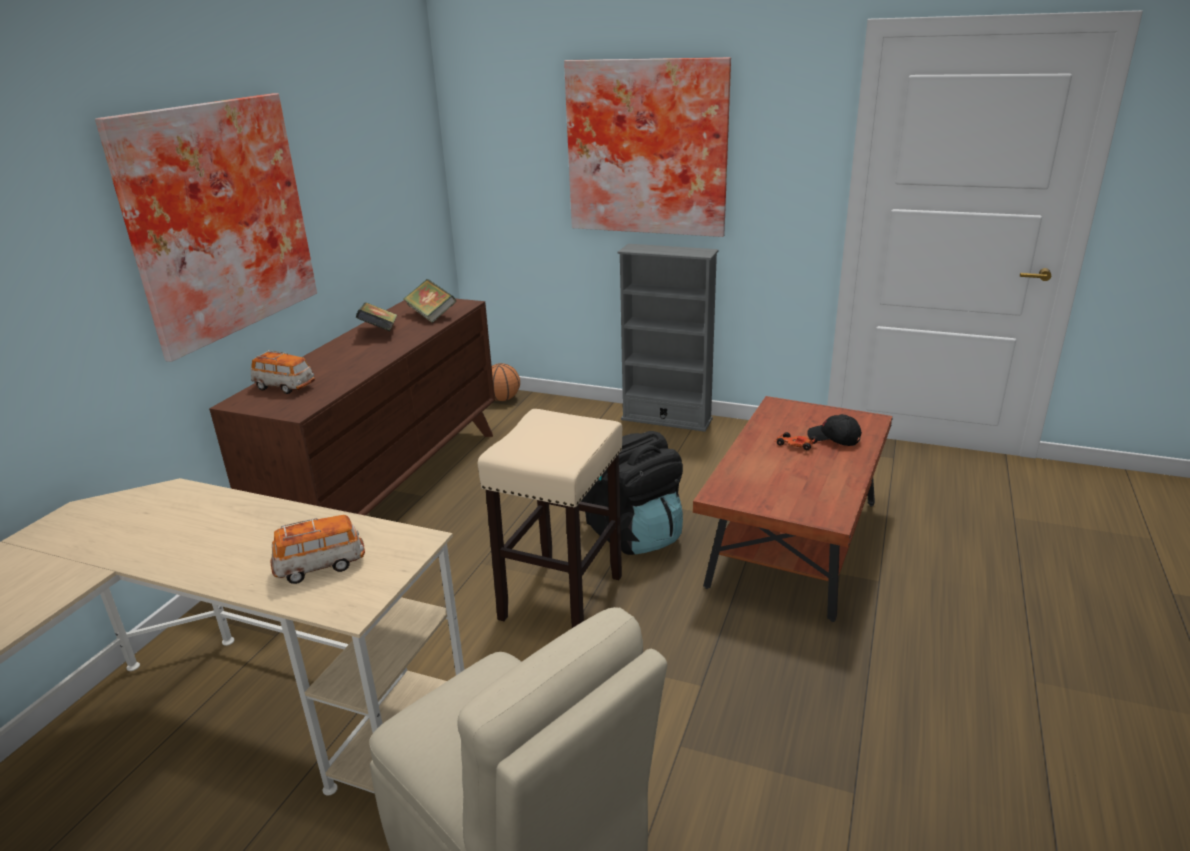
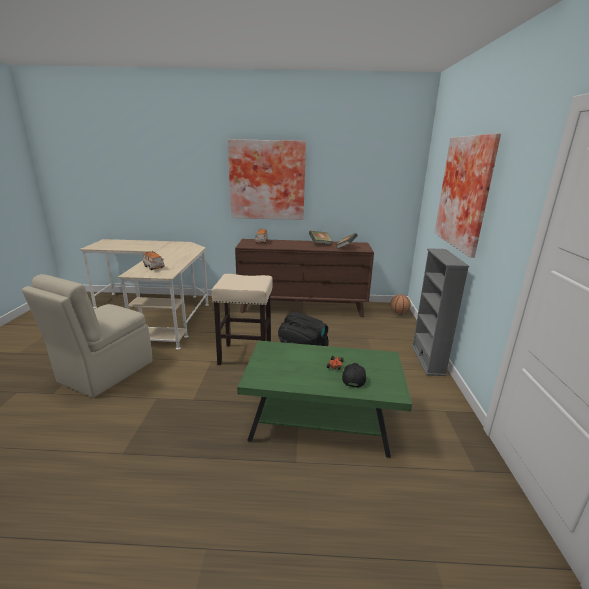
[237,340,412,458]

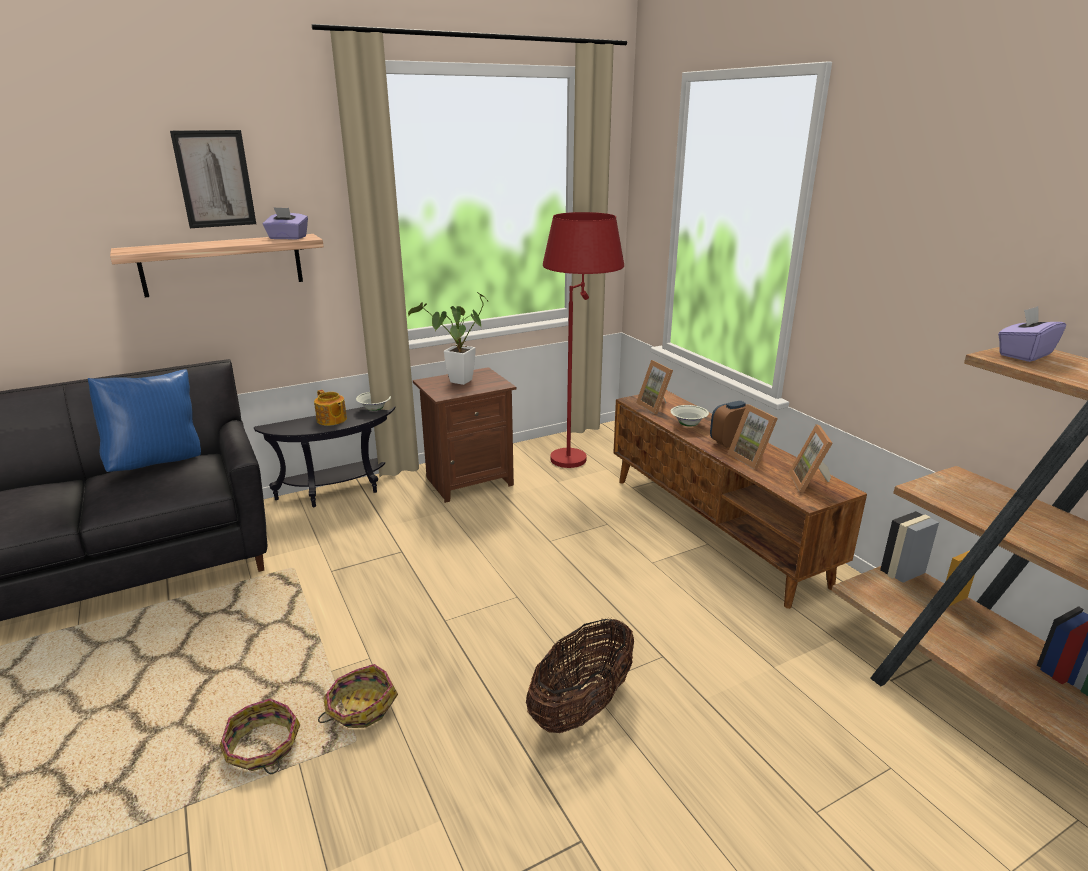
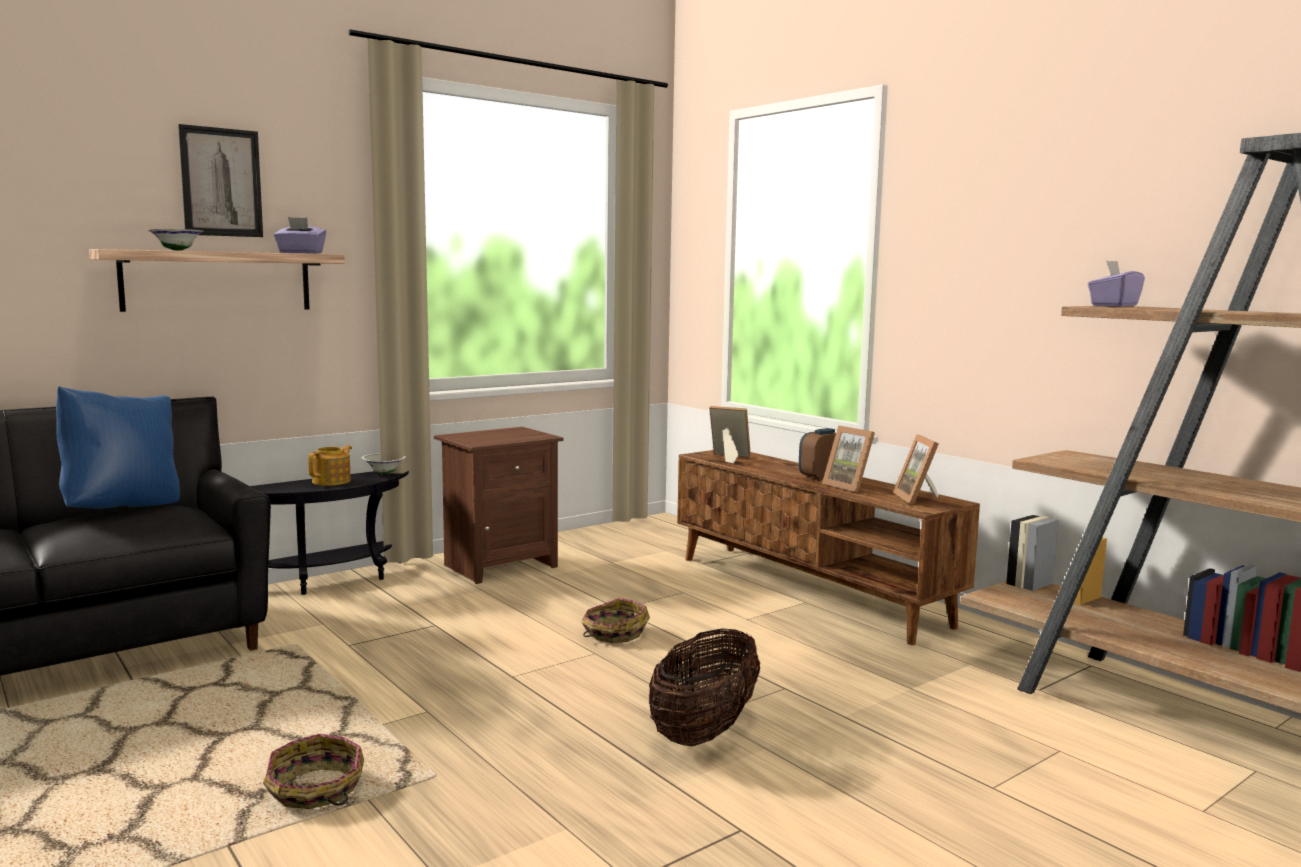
[408,292,488,385] (first image)
[543,212,624,468] (first image)
[581,598,650,643]
[148,229,203,251]
[308,445,352,486]
[709,406,751,463]

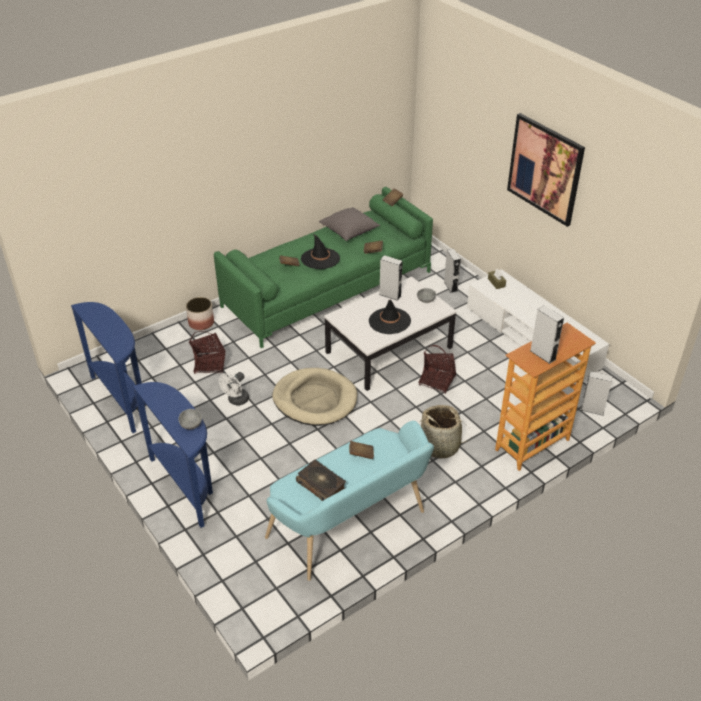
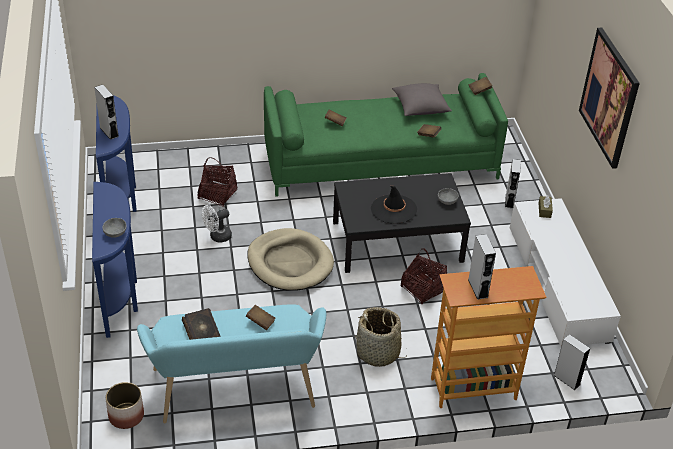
[301,233,340,269] (first image)
[105,382,144,429]
[94,85,119,140]
[333,173,471,273]

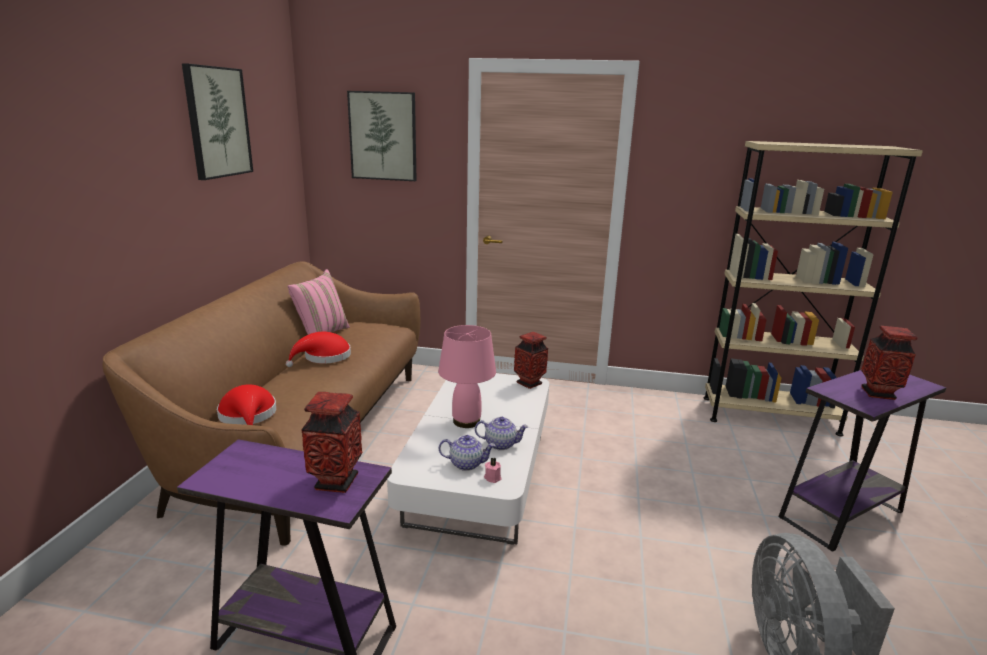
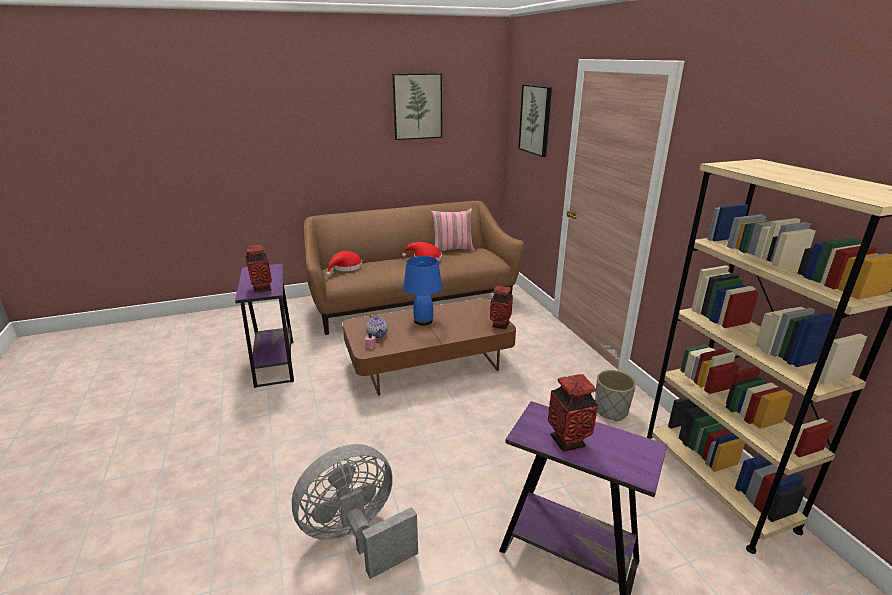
[475,417,529,450] (first image)
[595,370,636,421]
[343,298,516,396]
[403,256,442,326]

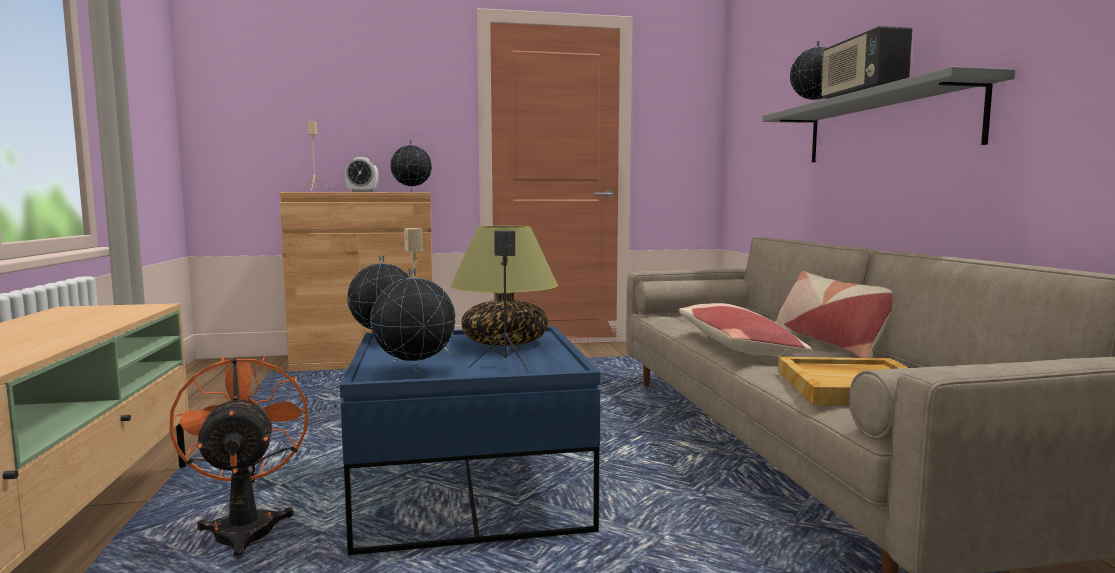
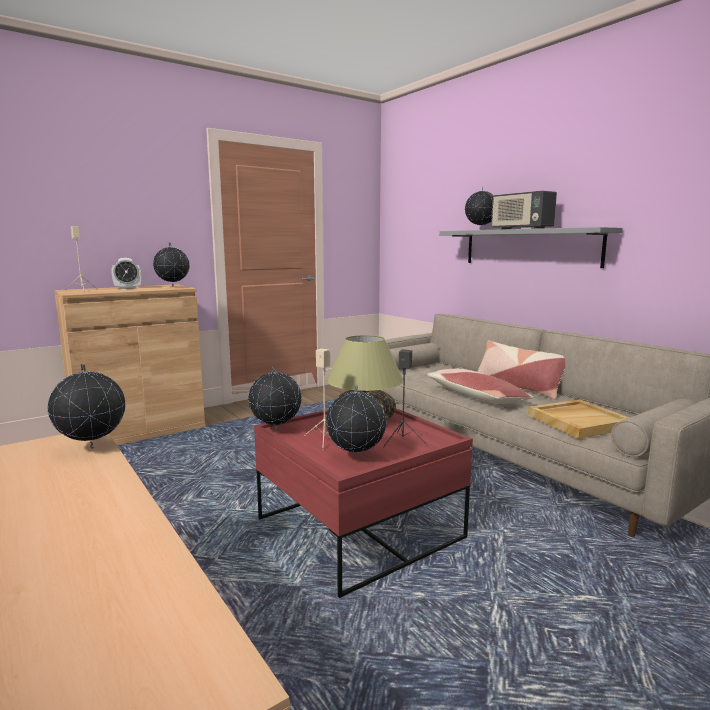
[169,356,308,559] (first image)
[47,364,126,449]
[254,408,473,598]

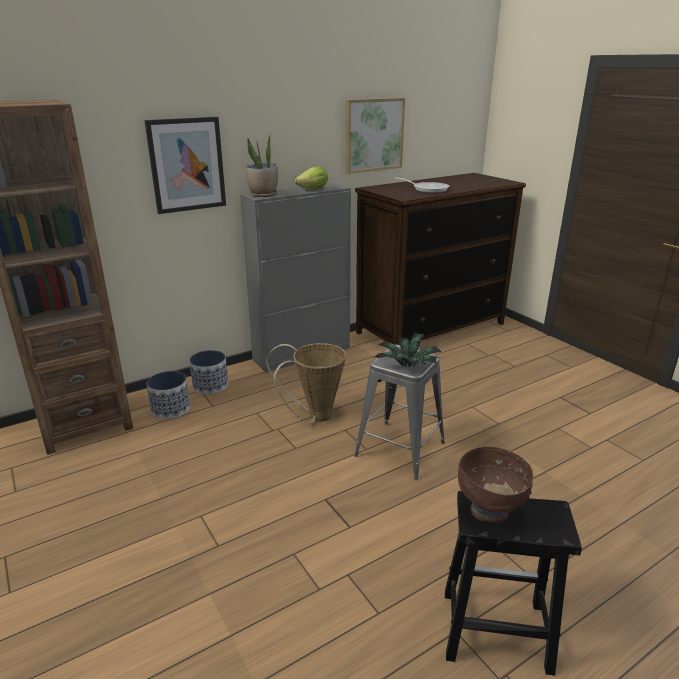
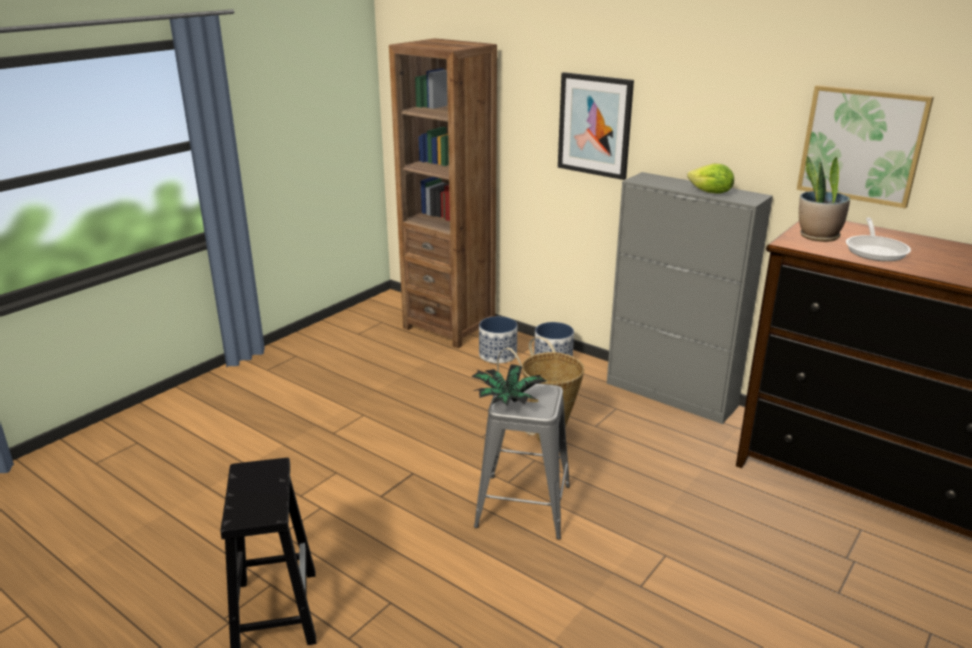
[458,447,533,523] (first image)
[799,156,850,242]

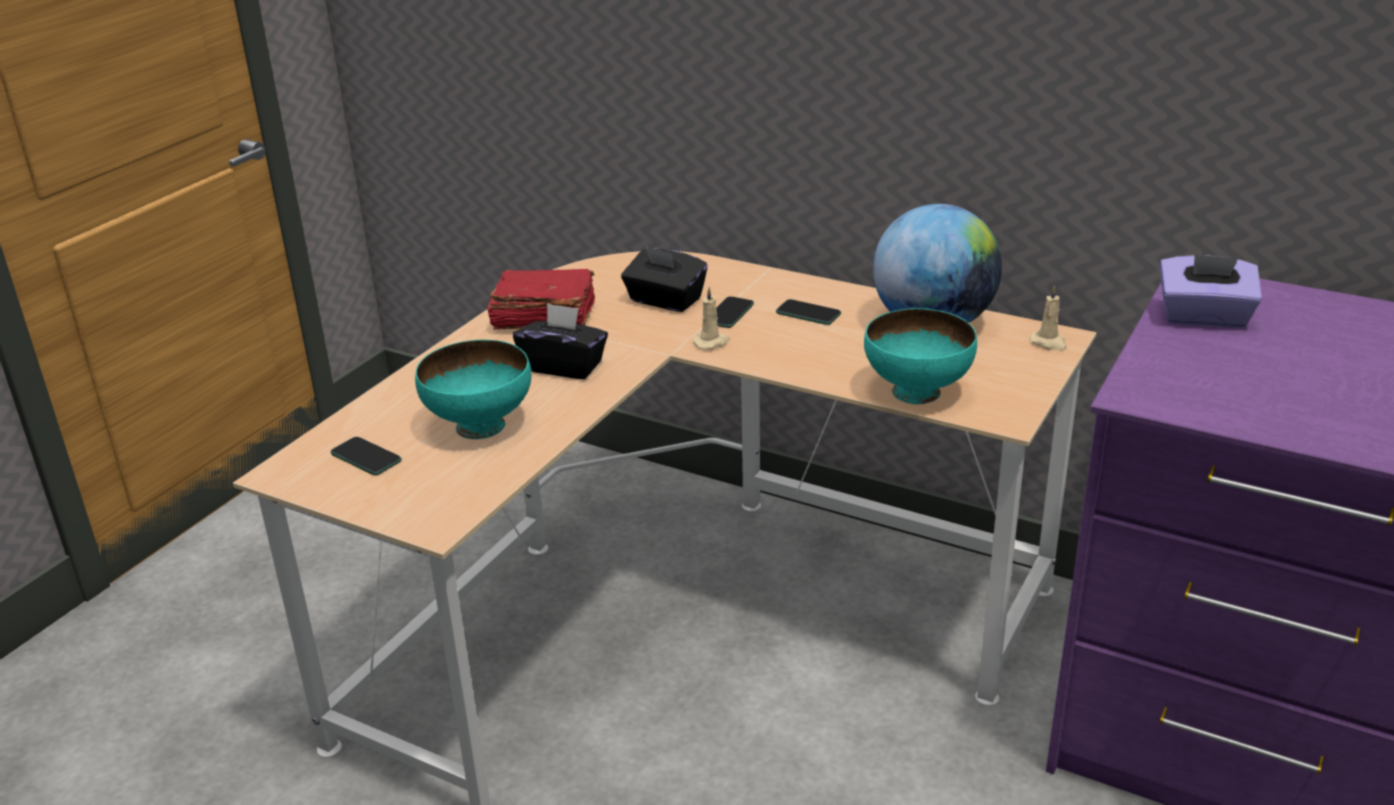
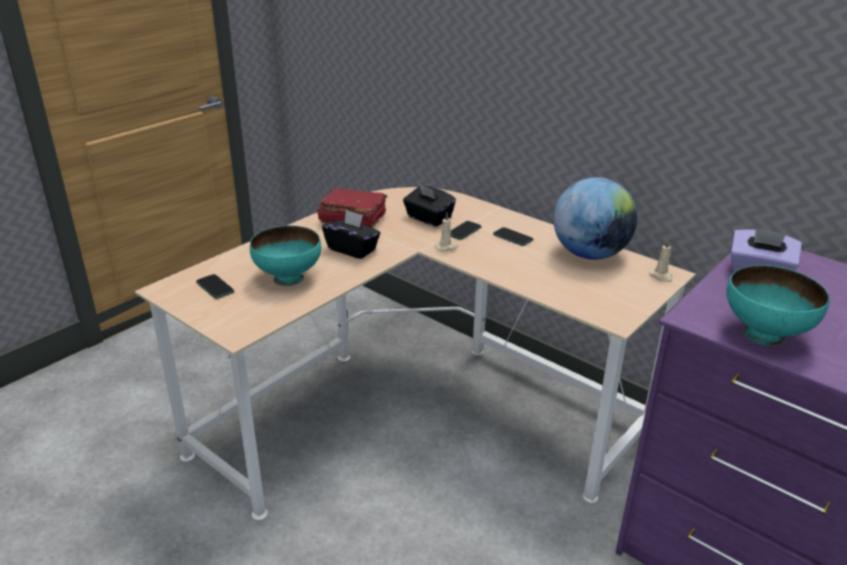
[726,265,829,346]

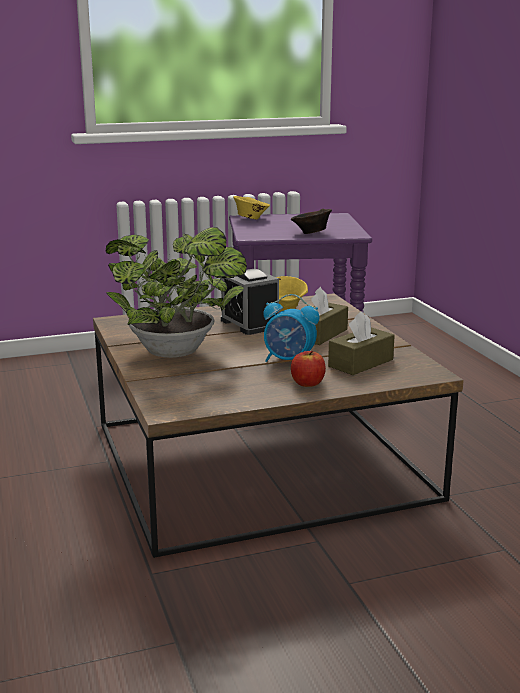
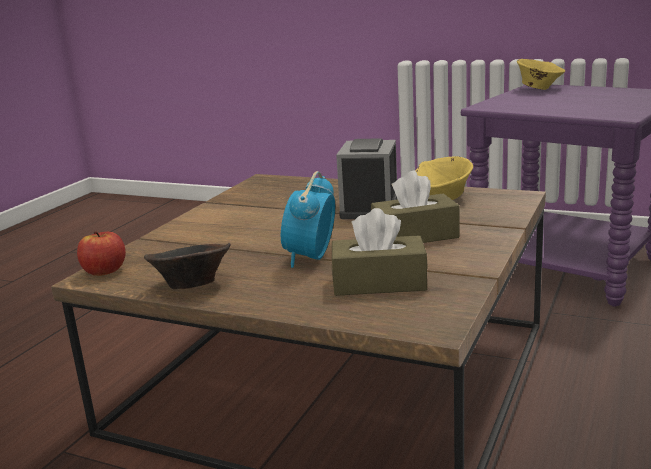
[106,227,247,358] (first image)
[144,243,231,290]
[77,231,126,276]
[281,171,335,268]

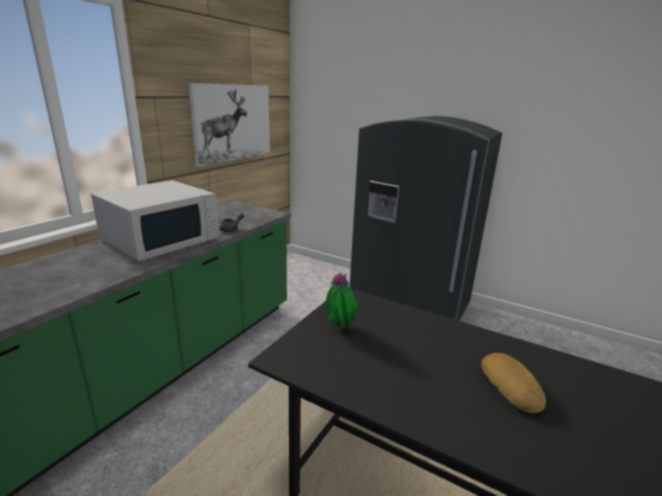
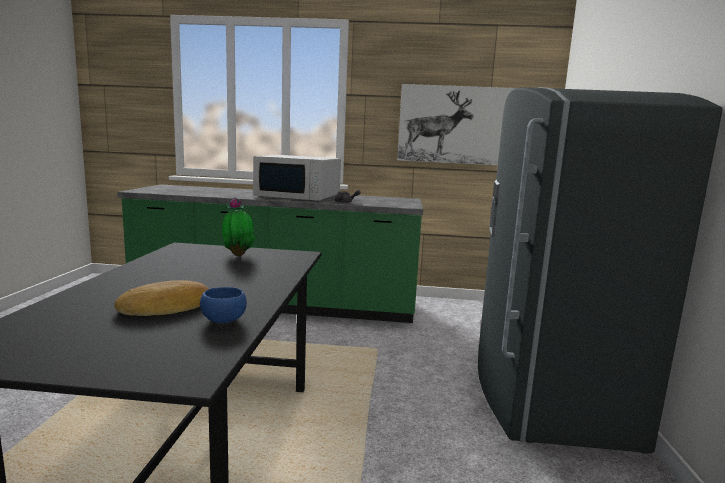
[200,287,247,323]

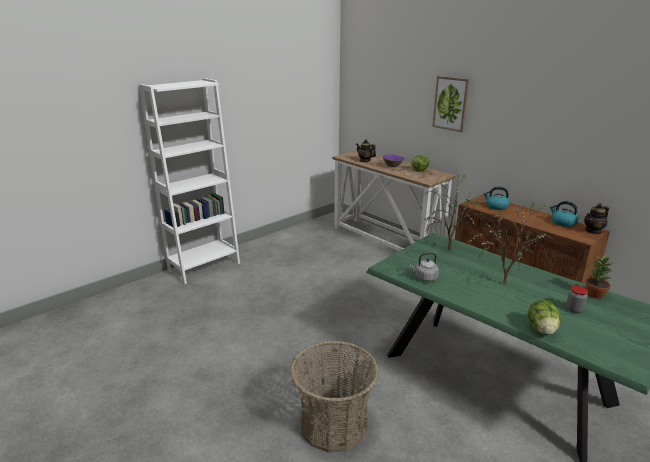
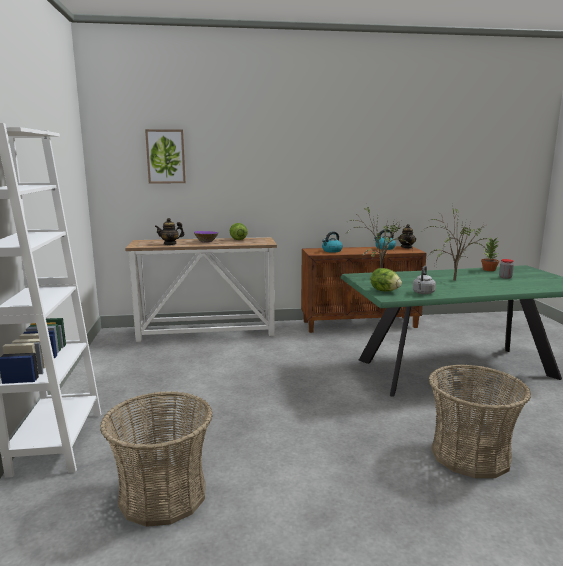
[100,391,213,527]
[145,129,186,184]
[371,268,402,291]

